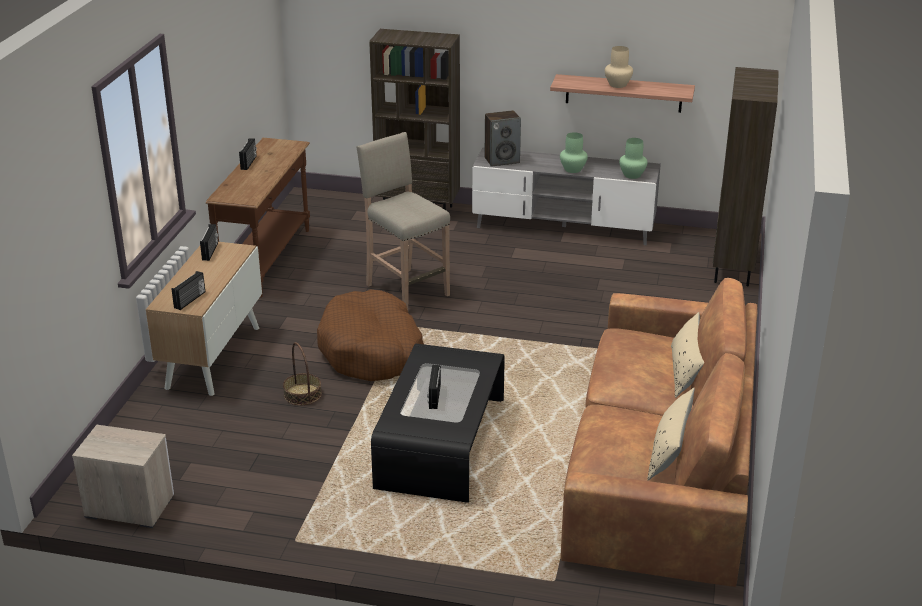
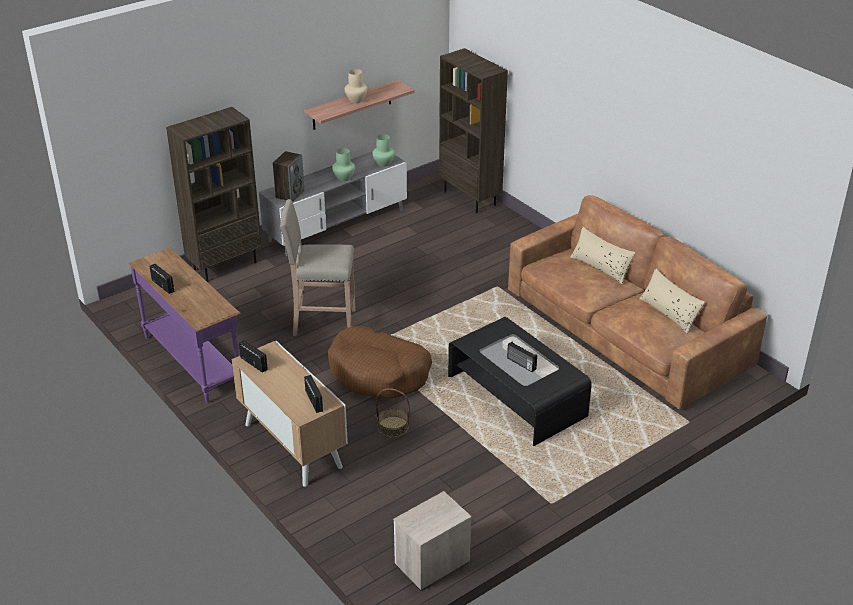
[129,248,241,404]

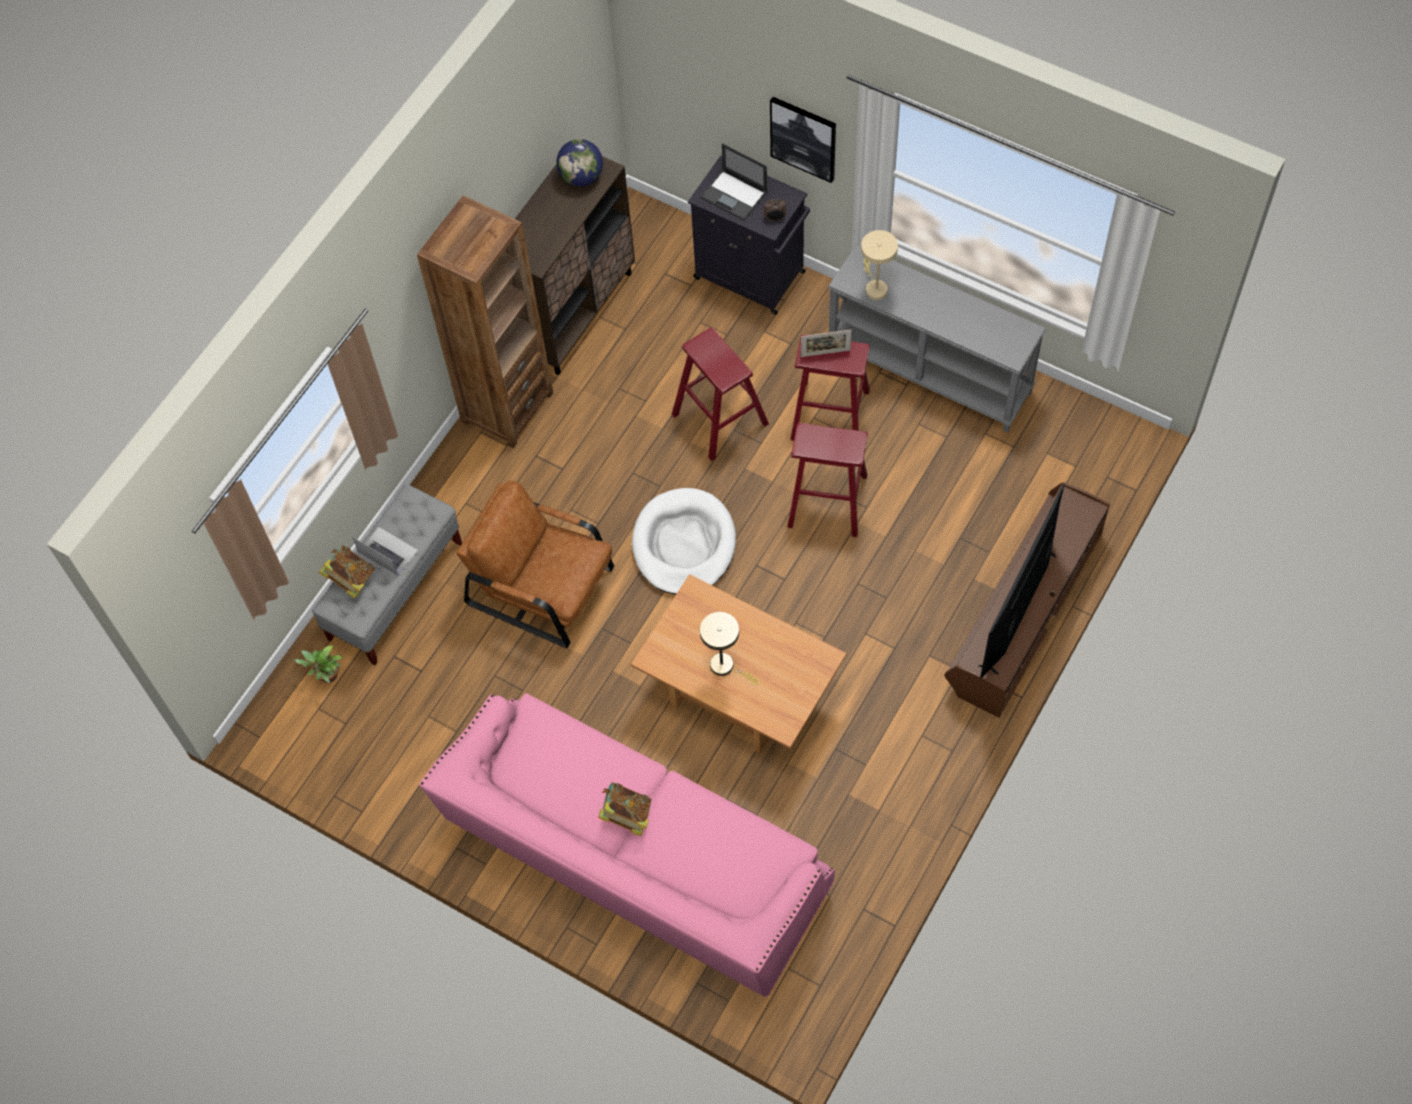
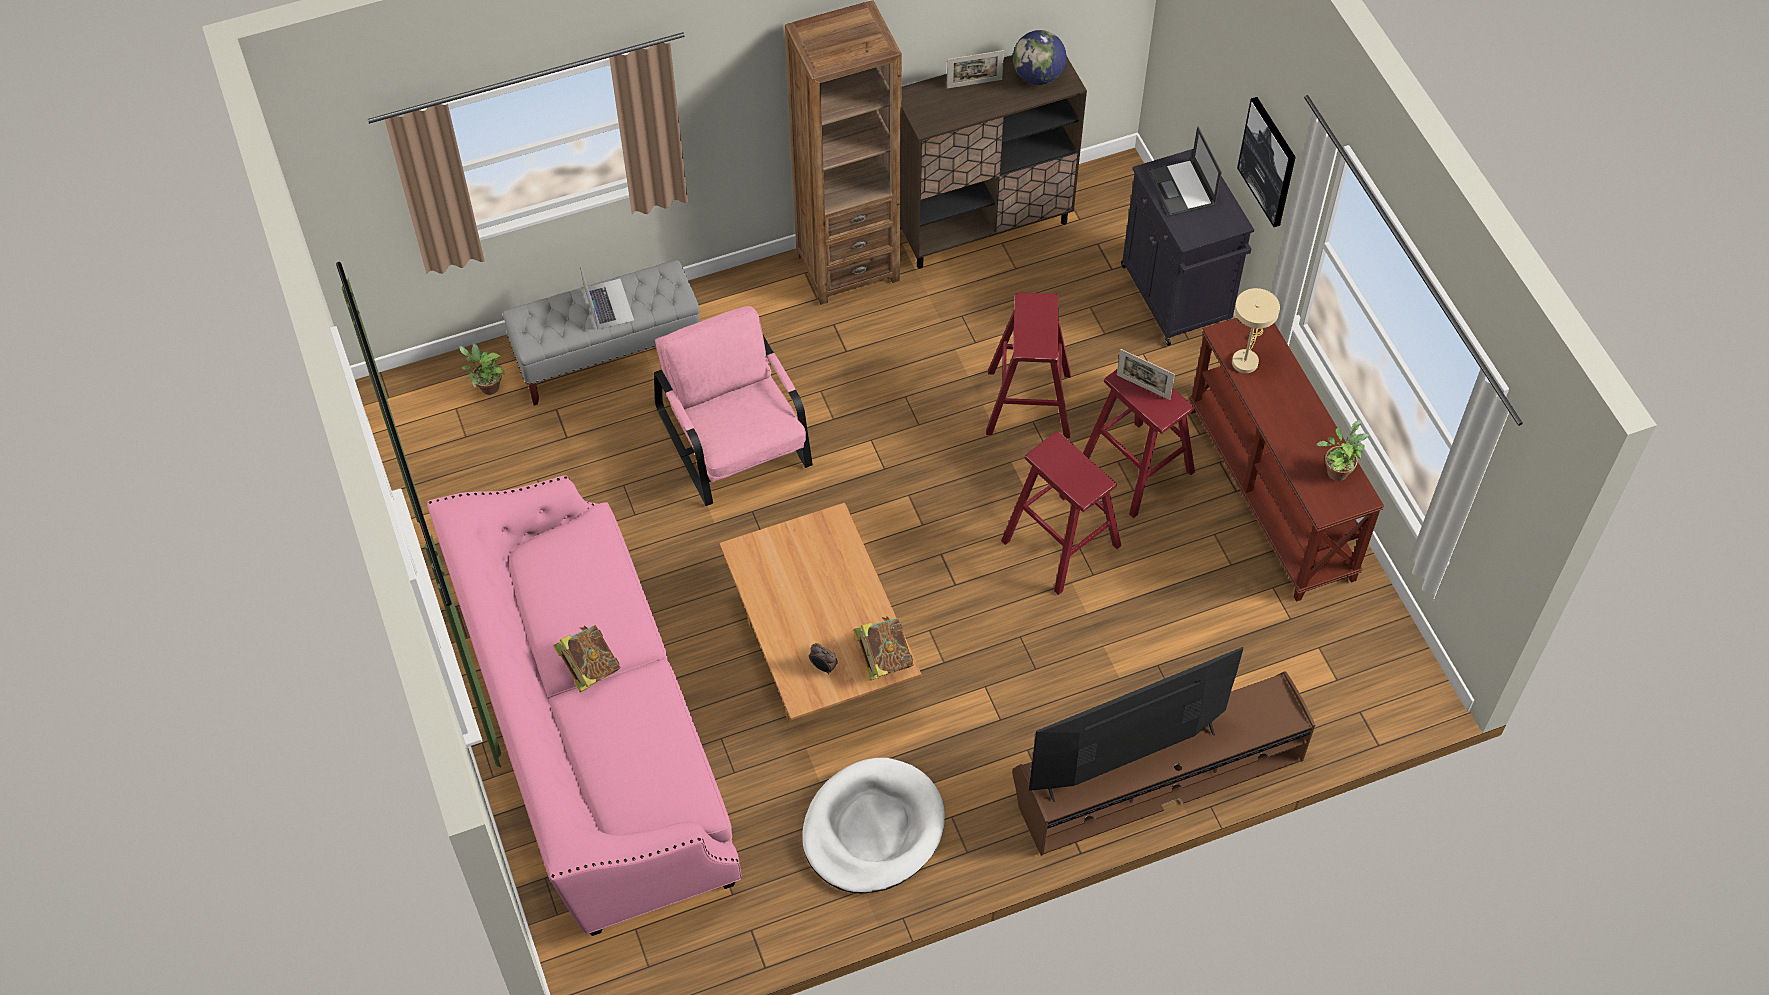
[700,612,759,685] (first image)
[947,50,1004,89]
[1316,421,1369,481]
[853,616,914,680]
[802,758,945,894]
[809,643,838,674]
[654,306,813,506]
[1189,318,1384,602]

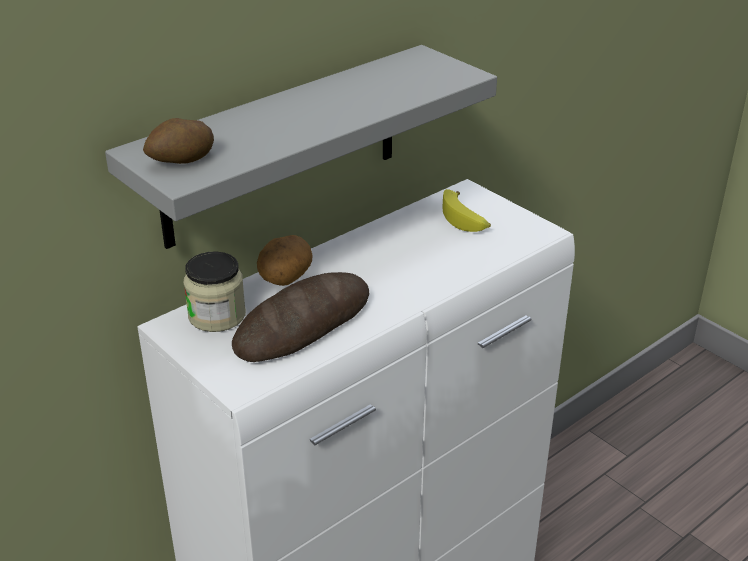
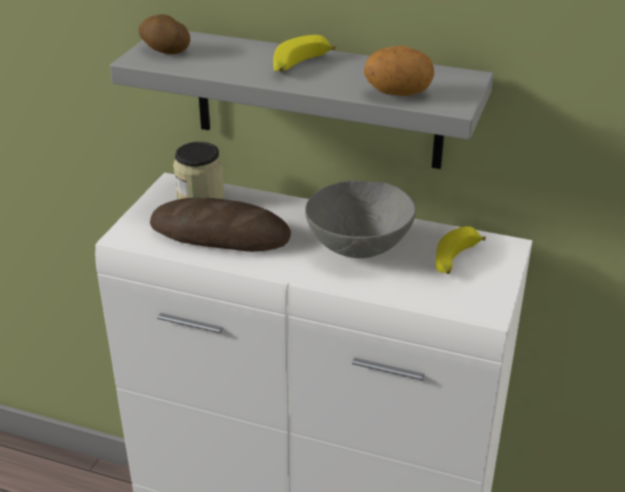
[273,35,336,71]
[305,180,416,258]
[364,46,434,96]

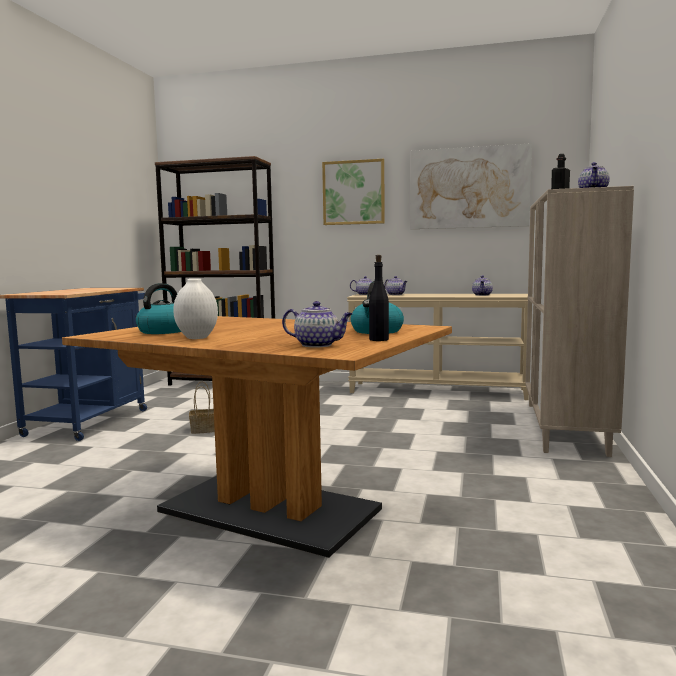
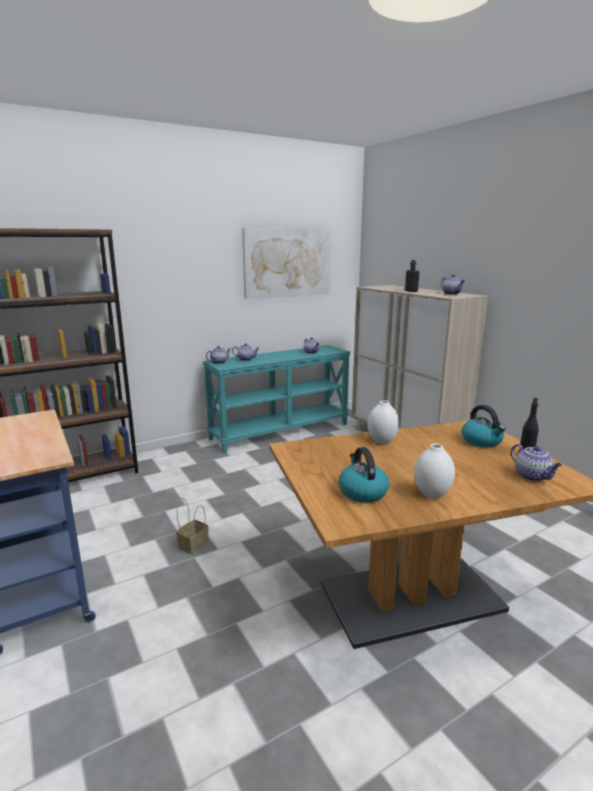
[322,159,385,225] (first image)
[368,400,399,444]
[203,345,351,453]
[511,444,562,481]

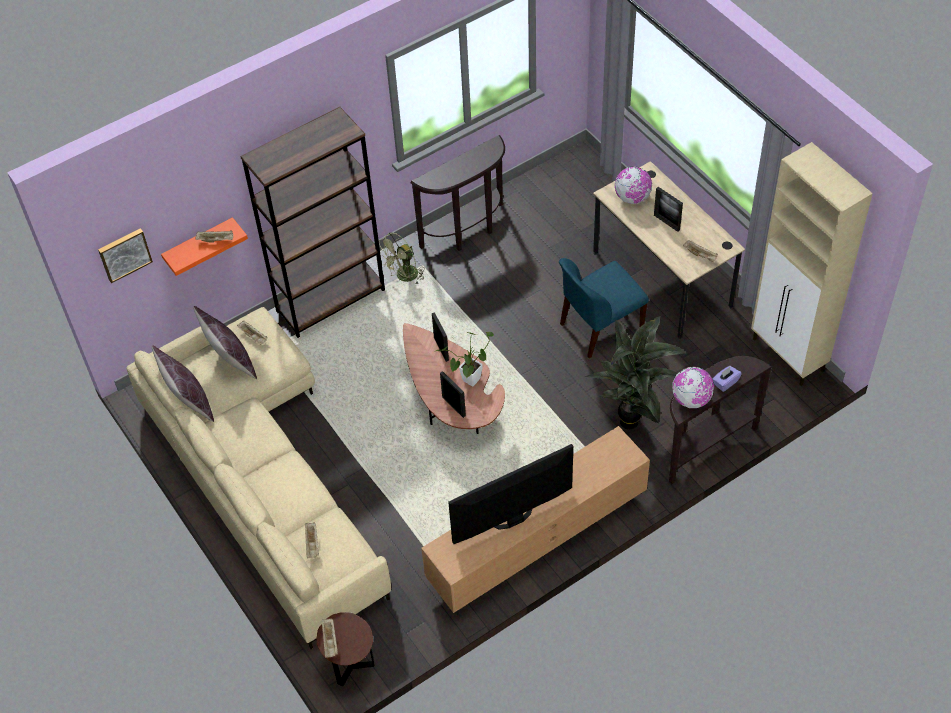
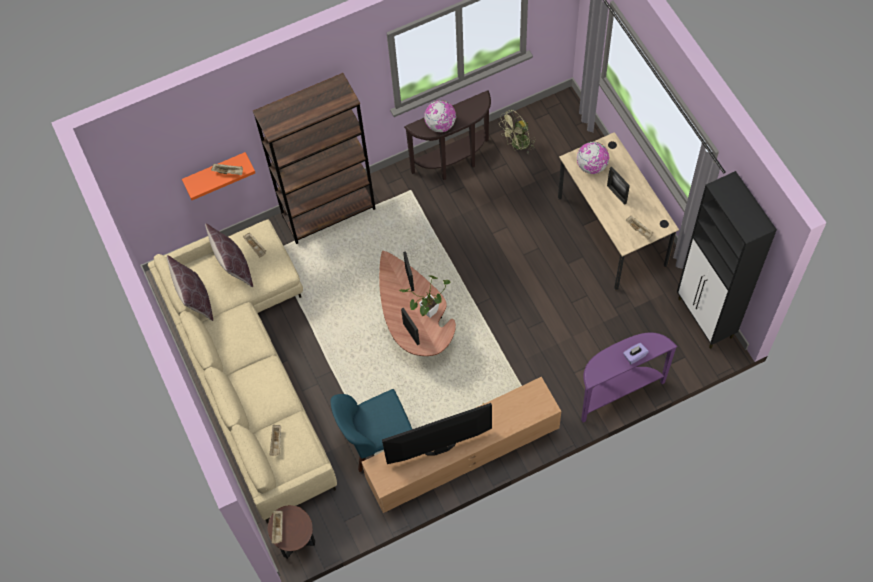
[98,228,153,283] (first image)
[584,316,686,430] (first image)
[499,110,536,153]
[330,389,412,472]
[424,100,456,132]
[581,333,678,423]
[677,171,777,349]

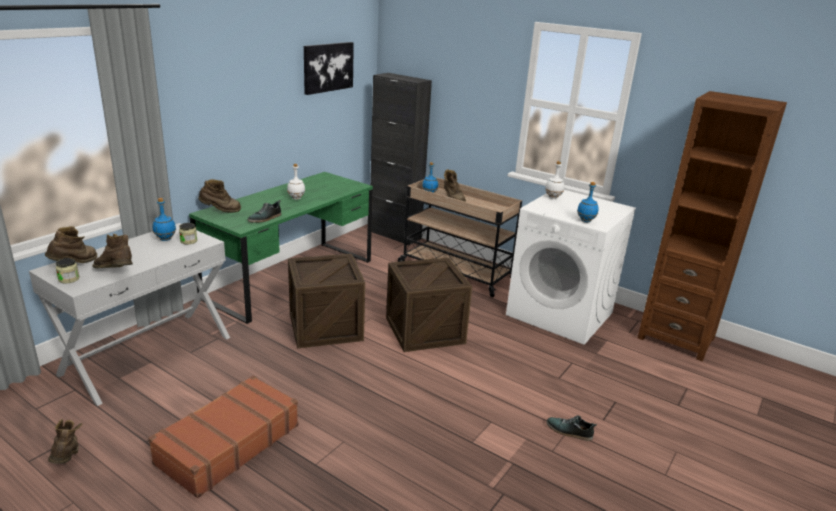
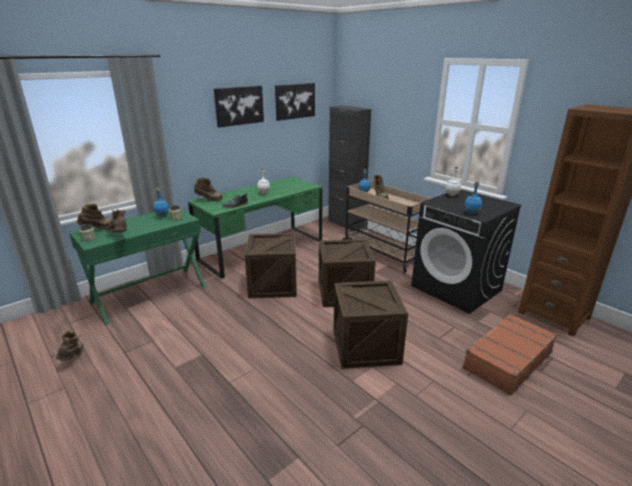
[547,416,597,441] (first image)
[214,86,264,127]
[333,280,408,369]
[463,314,557,396]
[69,208,206,325]
[411,189,522,314]

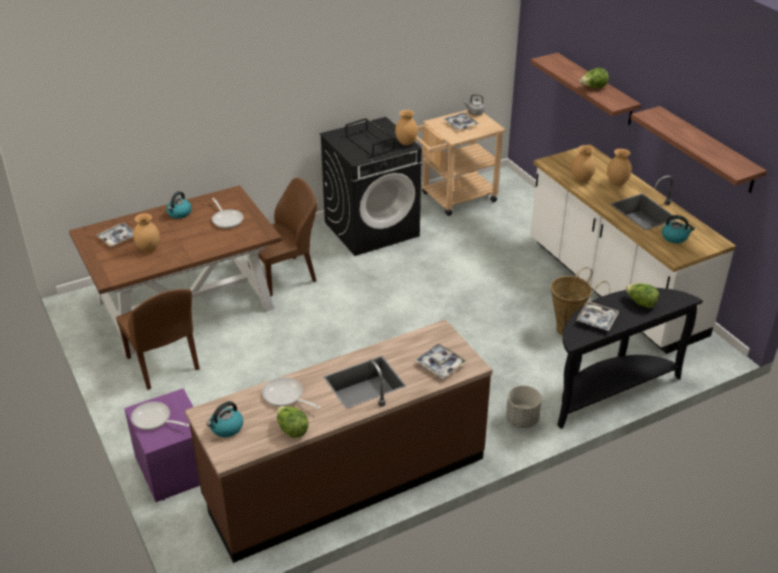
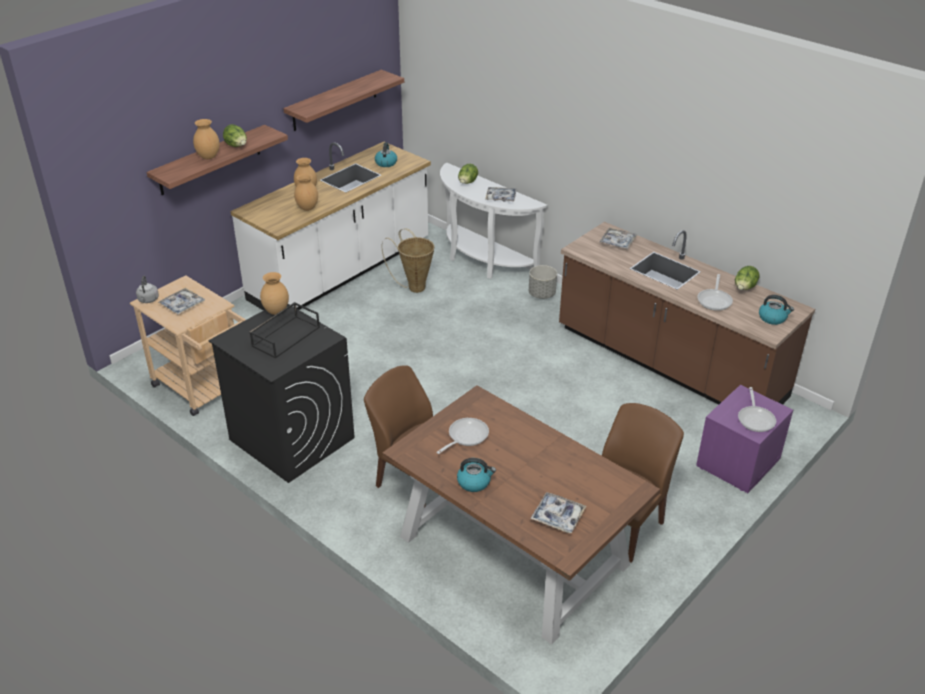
[193,119,220,159]
[440,163,547,279]

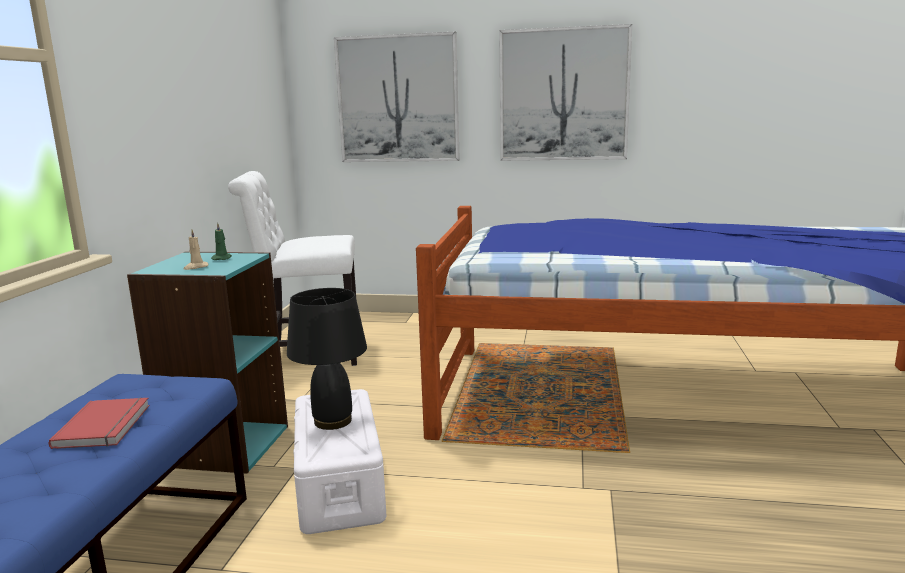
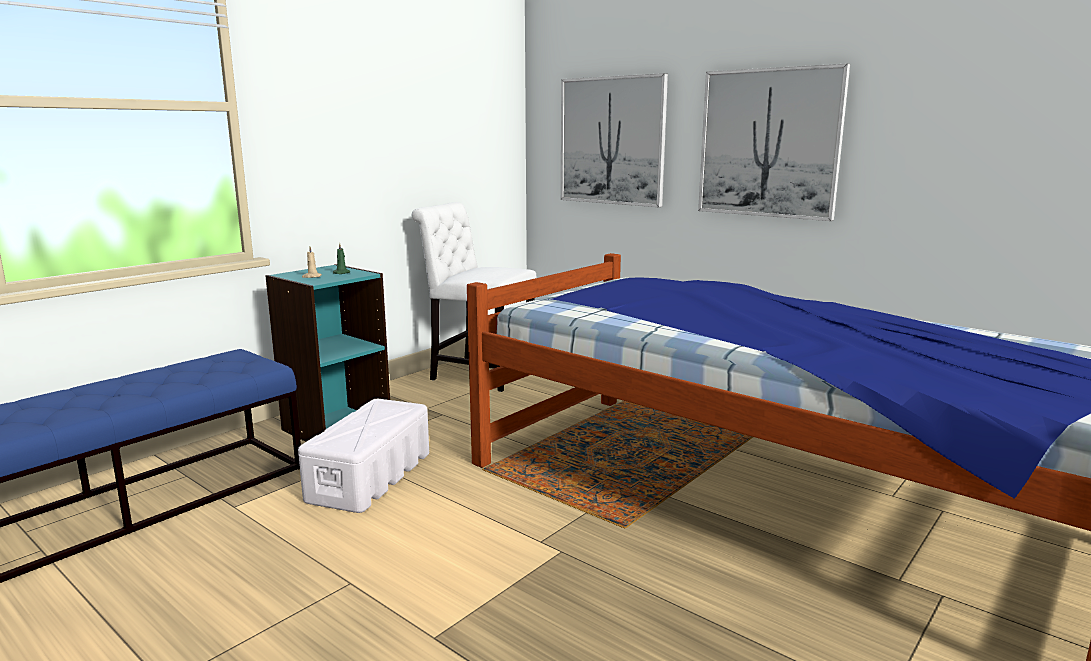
[48,397,150,449] (first image)
[287,288,367,430] (first image)

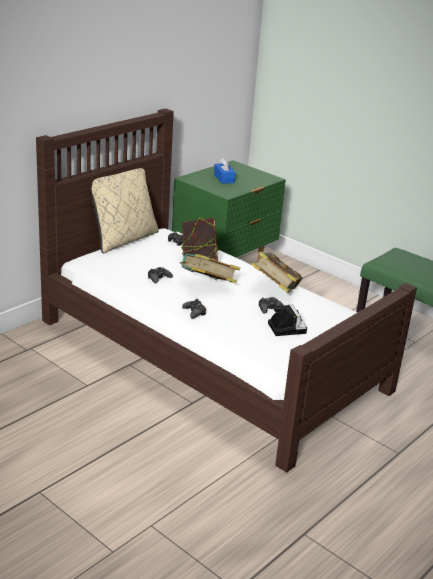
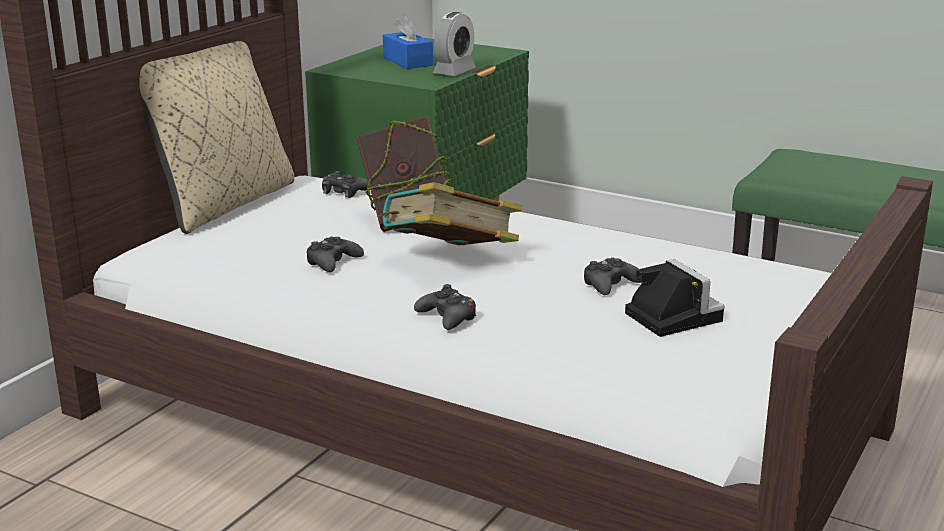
[251,251,303,293] (first image)
[433,12,476,76]

